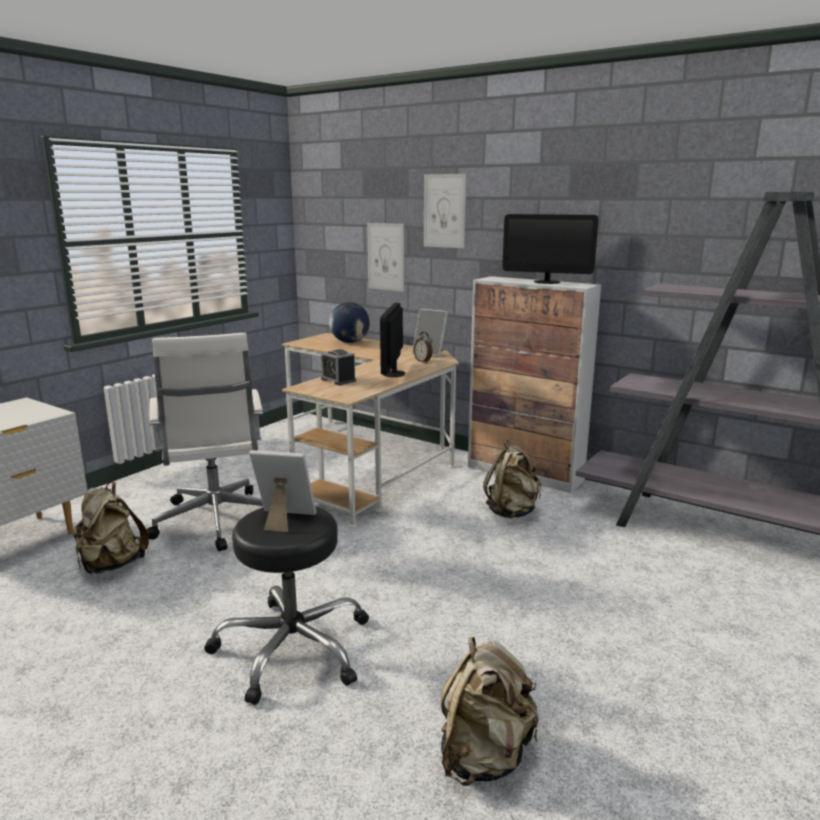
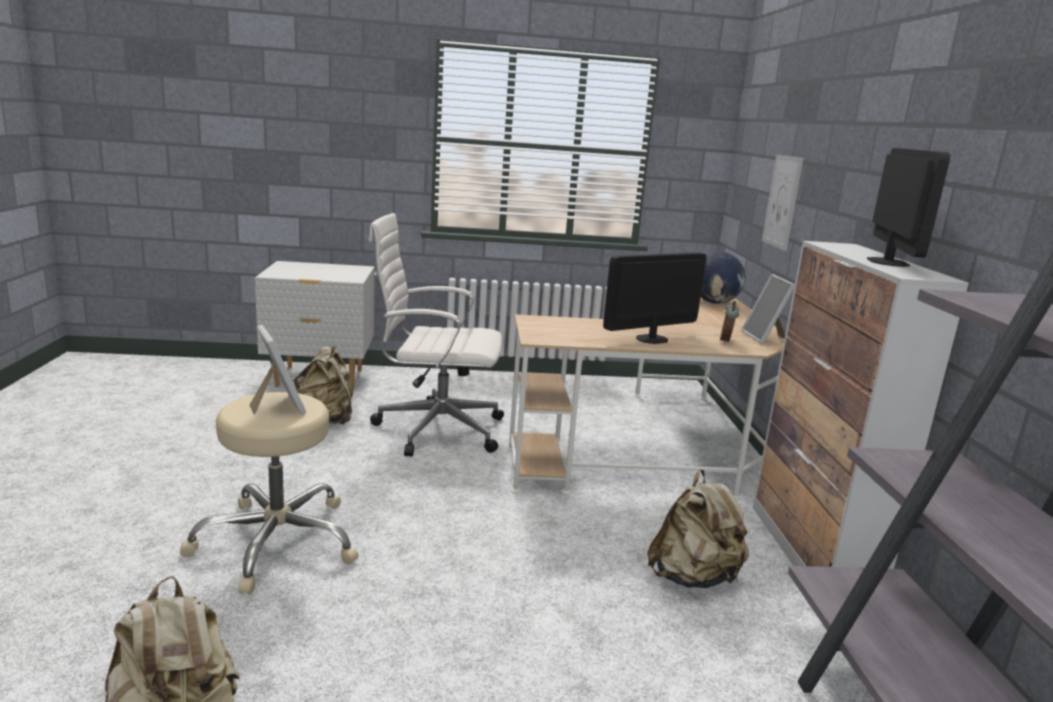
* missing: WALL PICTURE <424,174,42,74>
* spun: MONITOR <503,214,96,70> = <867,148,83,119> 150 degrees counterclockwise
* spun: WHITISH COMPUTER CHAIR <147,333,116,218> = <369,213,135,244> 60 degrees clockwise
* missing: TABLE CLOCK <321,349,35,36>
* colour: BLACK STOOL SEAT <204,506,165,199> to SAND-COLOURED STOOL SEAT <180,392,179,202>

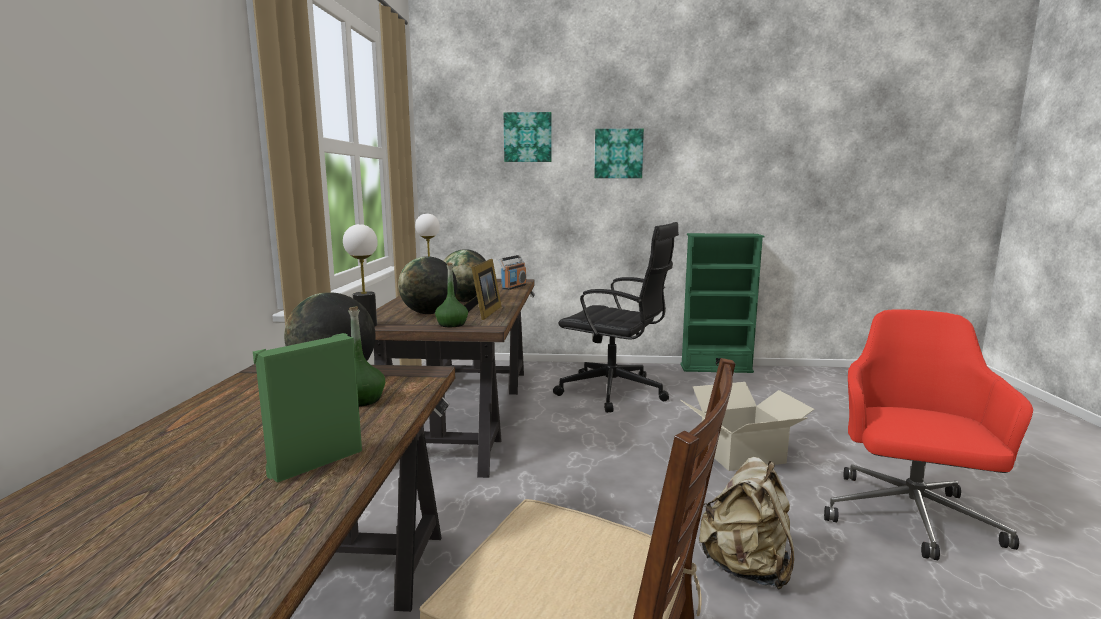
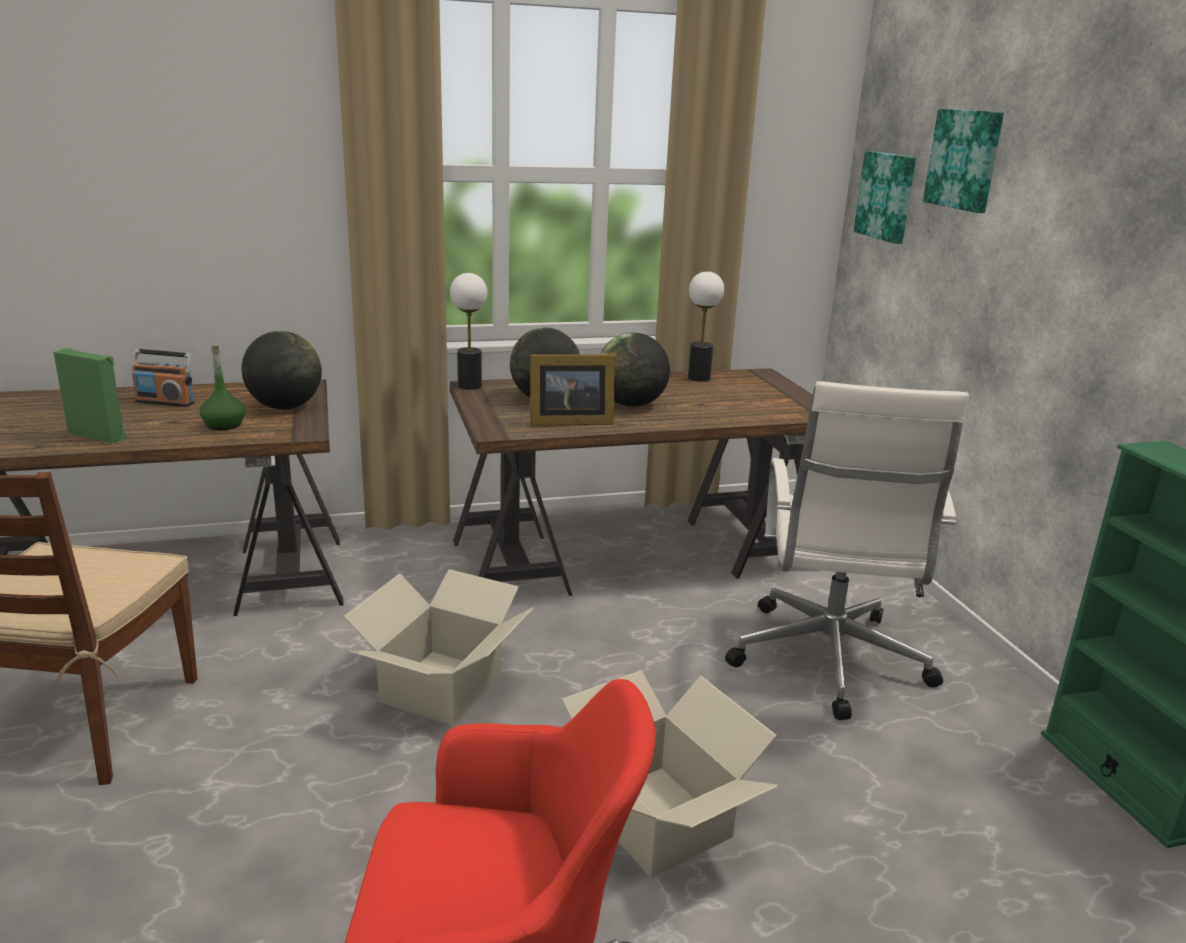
* relocated: WALL PICTURE <594,129,50,49> to <854,151,62,93>
* colour: BLACK COMPUTER CHAIR <553,222,126,191> to WHITISH COMPUTER CHAIR <725,381,244,339>
* relocated: RADIO SET <499,255,28,35> to <131,349,64,58>
* missing: GREENISH BOTTLE <435,262,33,65>
* missing: SAND-COLOURED KNAPSACK <699,457,95,133>
* appeared: CARDBOARD BOX <343,569,190,157>

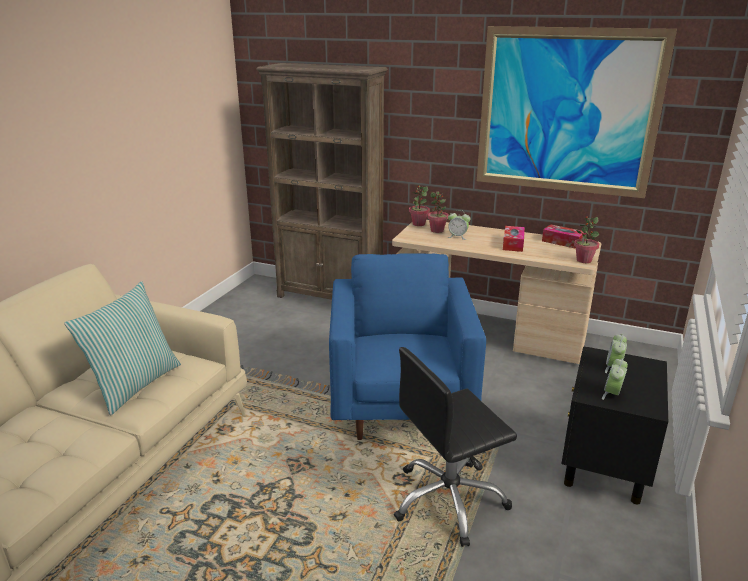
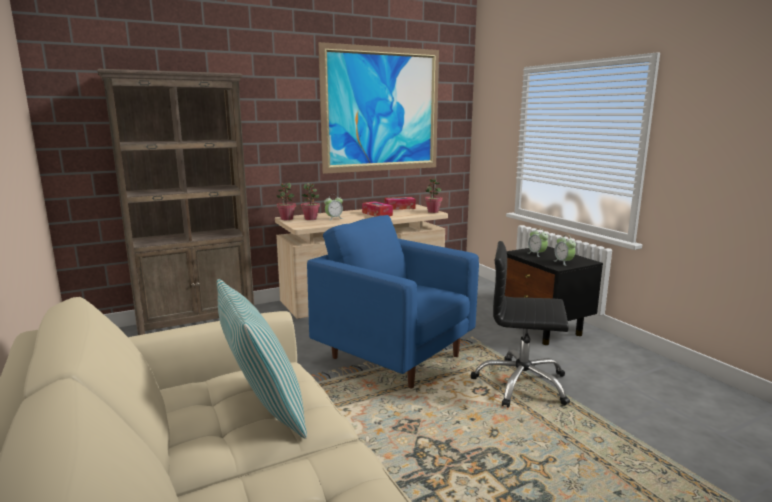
* spun: BLACK COMPUTER CHAIR <394,347,123,200> = <471,241,99,167> 90 degrees clockwise

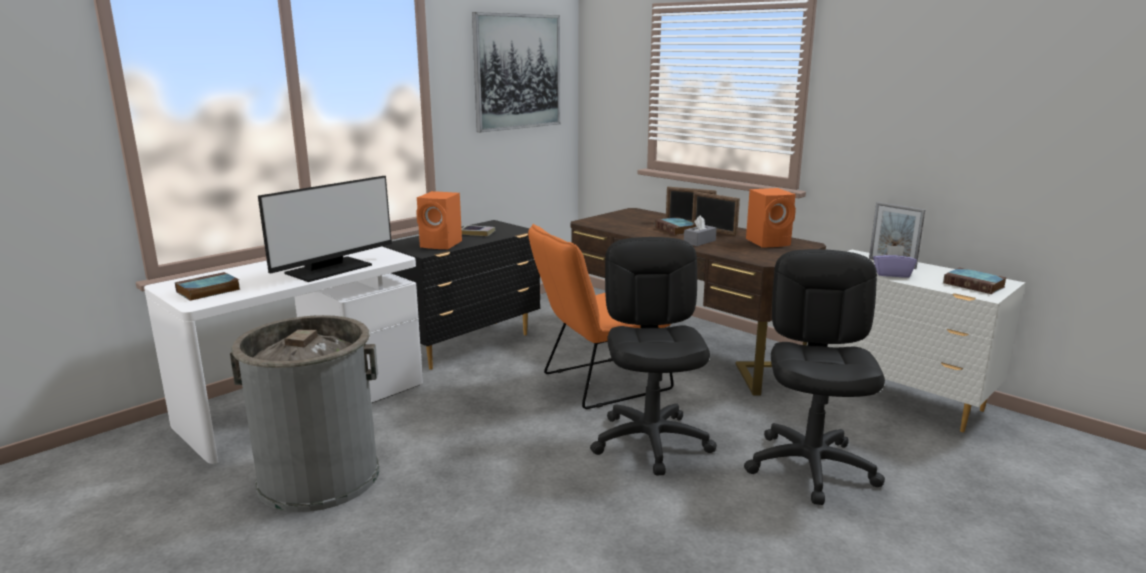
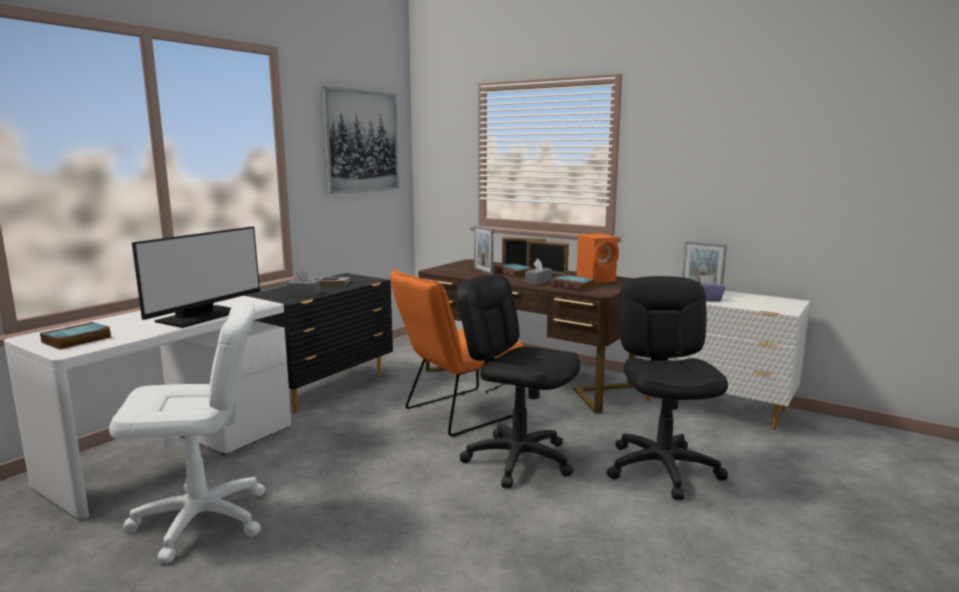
* exchanged: ORANGEY AUDIO SPEAKER <416,191,46,58> to GRAY TISSUE BOX <287,270,33,26>
* spun: BLACK COMPUTER CHAIR <590,237,127,238> = <456,275,124,213> 45 degrees counterclockwise
* relocated: BOUND BOOK <943,267,64,27> to <551,275,44,16>
* exchanged: GRAY RUBBISH BIN <230,315,149,197> to WHITISH COMPUTER CHAIR <109,302,157,261>
* appeared: PHOTO FRAME <474,225,19,50>

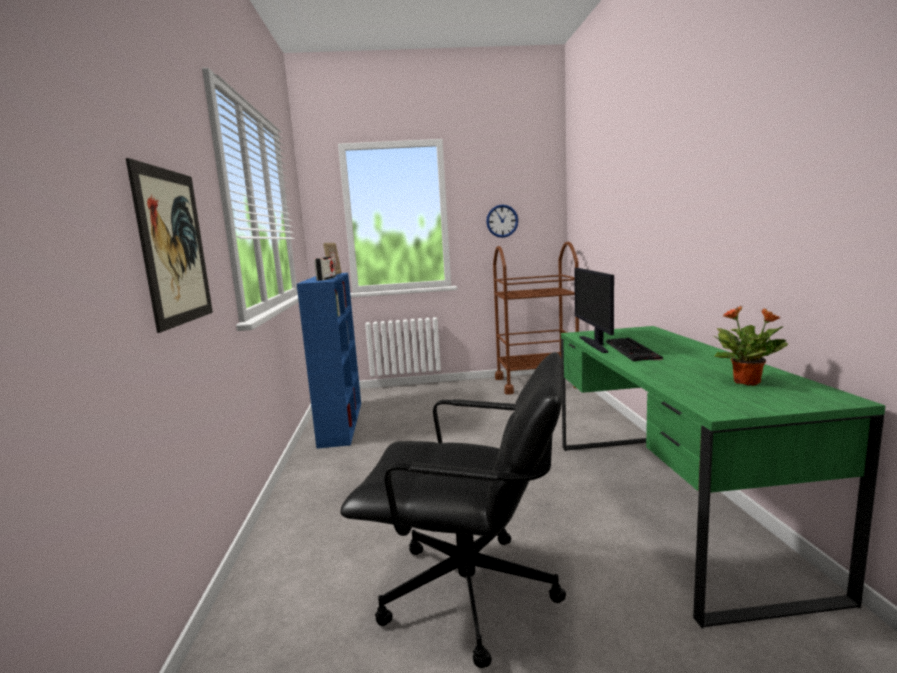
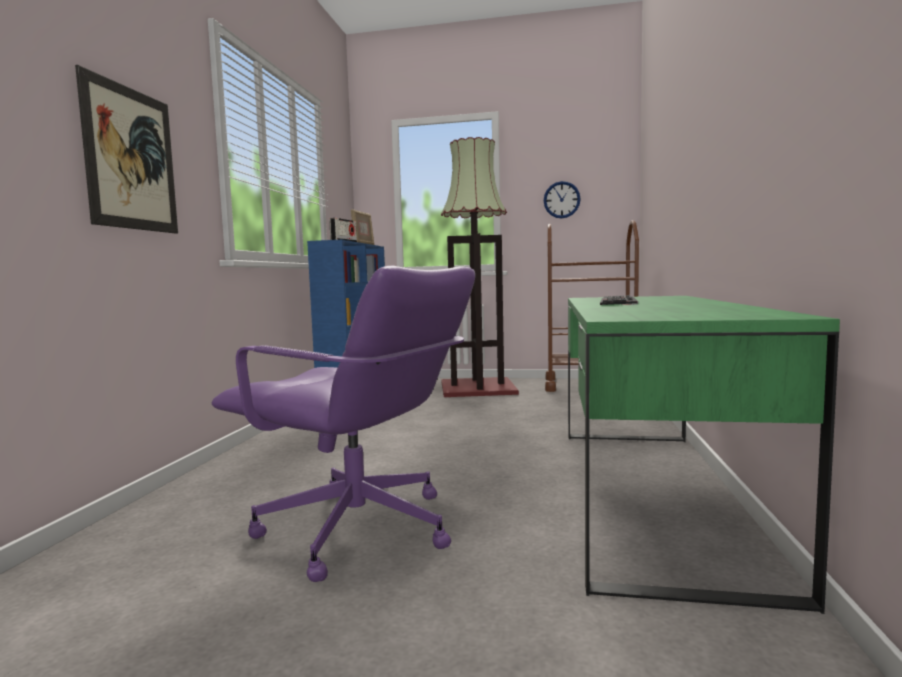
* missing: MONITOR <574,268,40,85>
* missing: POTTED PLANT <714,306,74,80>
* colour: BLACK COMPUTER CHAIR <340,352,226,316> to PURPLE COMPUTER CHAIR <212,266,263,316>
* appeared: STANDARD LAMP <441,137,78,260>

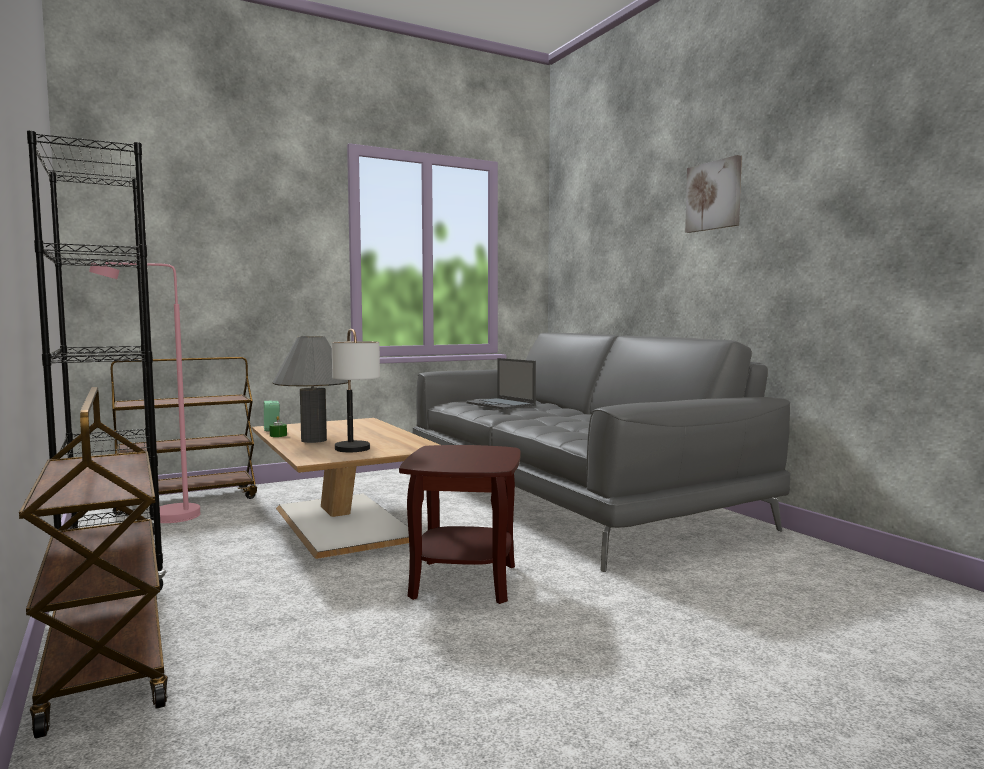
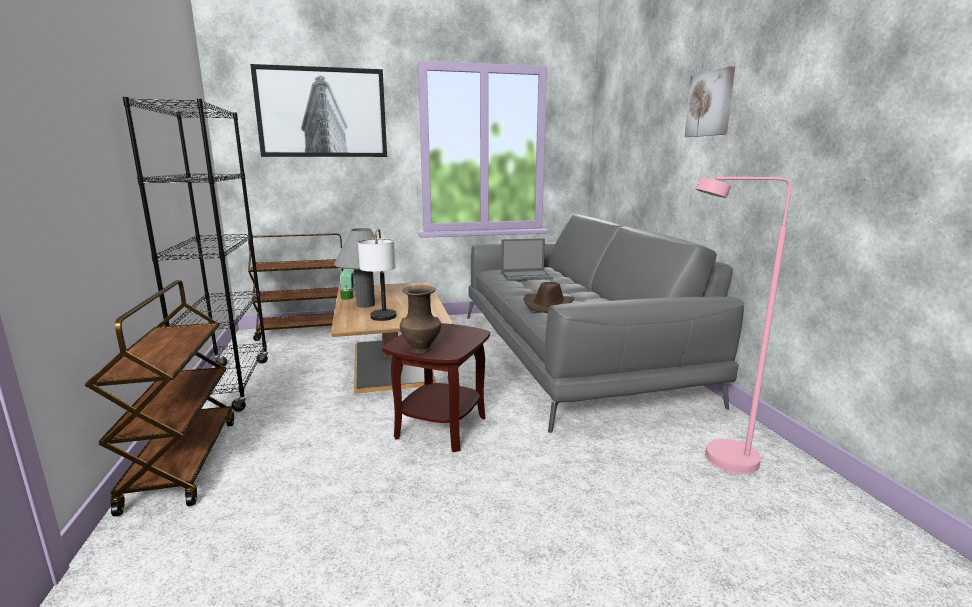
* relocated: PINK-COLOURED STANDARD LAMP <89,262,111,261> to <695,177,96,297>
* spun: PORTABLE COMPUTER <466,358,70,51> = <501,238,52,43> 75 degrees counterclockwise
* appeared: WALL PICTURE <250,64,137,93>
* appeared: BROWN HAT <524,282,50,31>
* appeared: BROWN VASE <400,285,41,68>

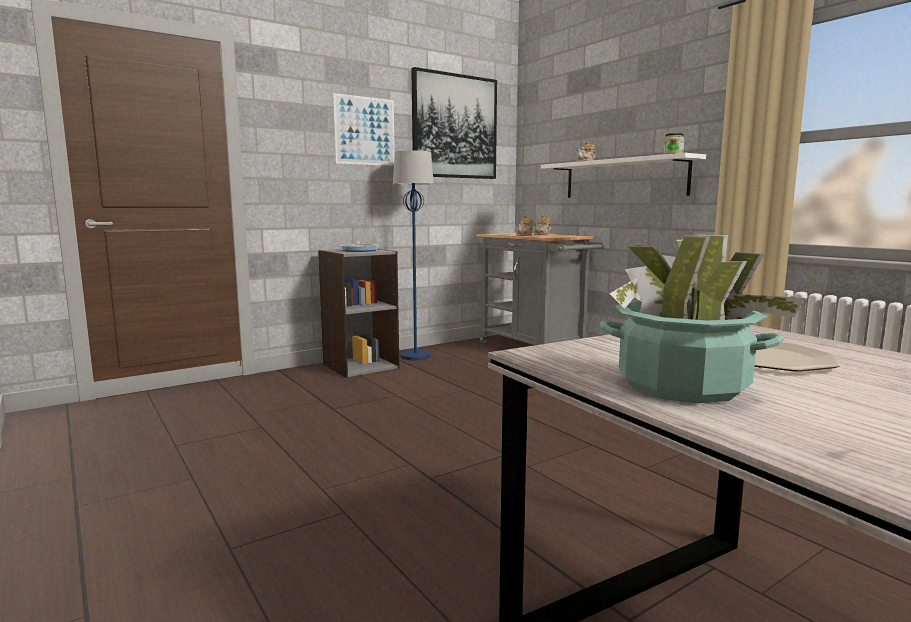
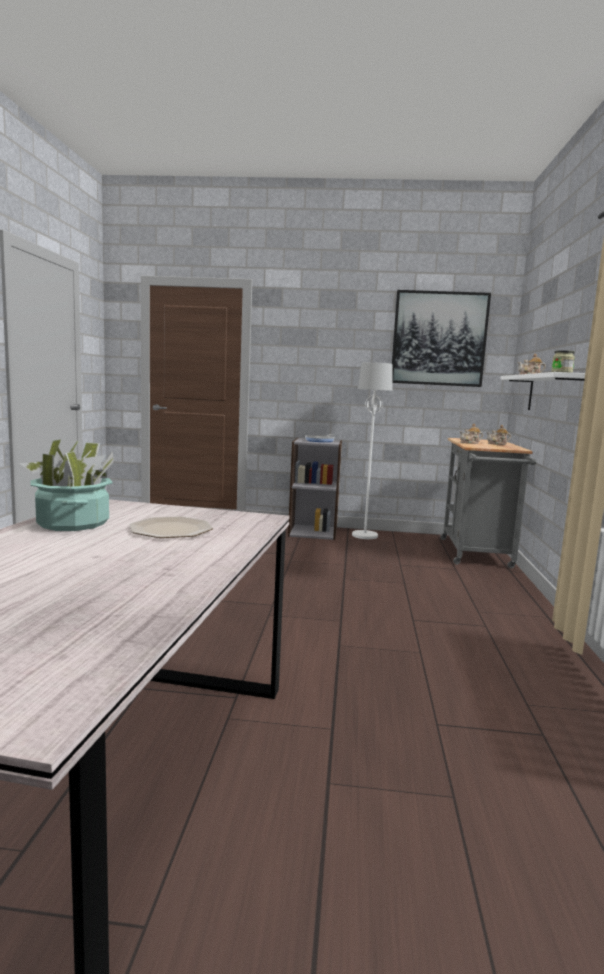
* missing: WALL PICTURE <333,93,62,73>
* colour: BLUE-COLOURED STANDARD LAMP <393,150,41,210> to WHITISH STANDARD LAMP <352,362,41,177>

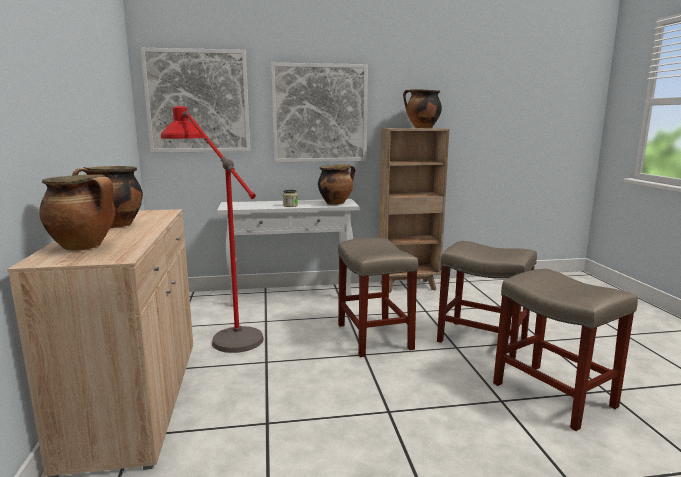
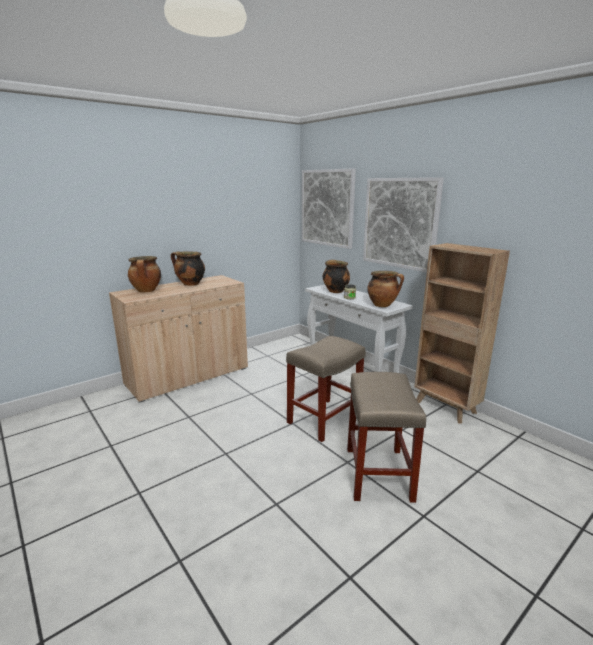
* relocated: STOCKPOT <403,89,39,39> to <323,260,27,33>
* missing: REDDISH STANDARD LAMP <161,106,103,247>
* missing: SAND-COLOURED STOOL SEAT <493,269,145,162>

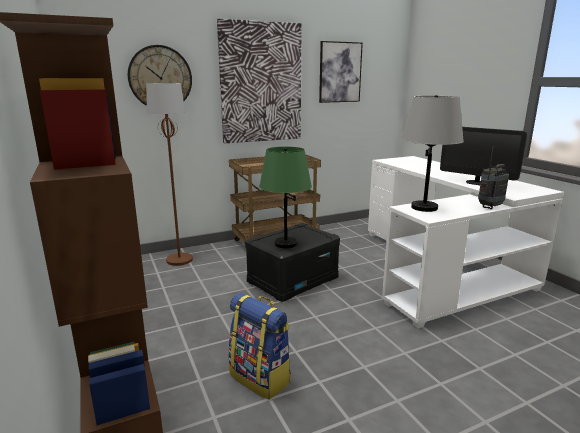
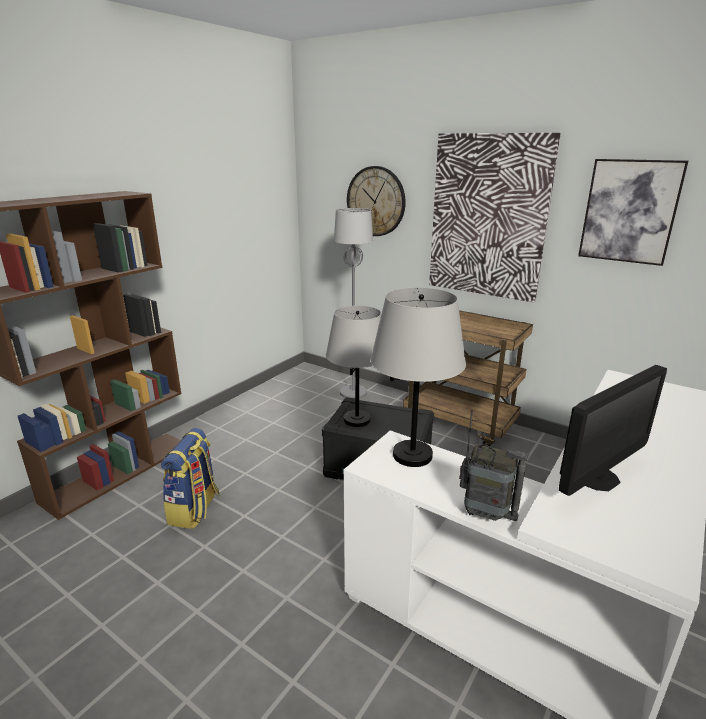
* colour: BROWN STANDARD LAMP <146,83,47,183> to GRAY STANDARD LAMP <334,208,39,191>
* spun: MONITOR <440,127,87,58> = <559,365,108,131> 135 degrees counterclockwise
* colour: GREENISH TABLETOP LAMP <259,146,53,102> to GRAY TABLETOP LAMP <326,306,55,121>

